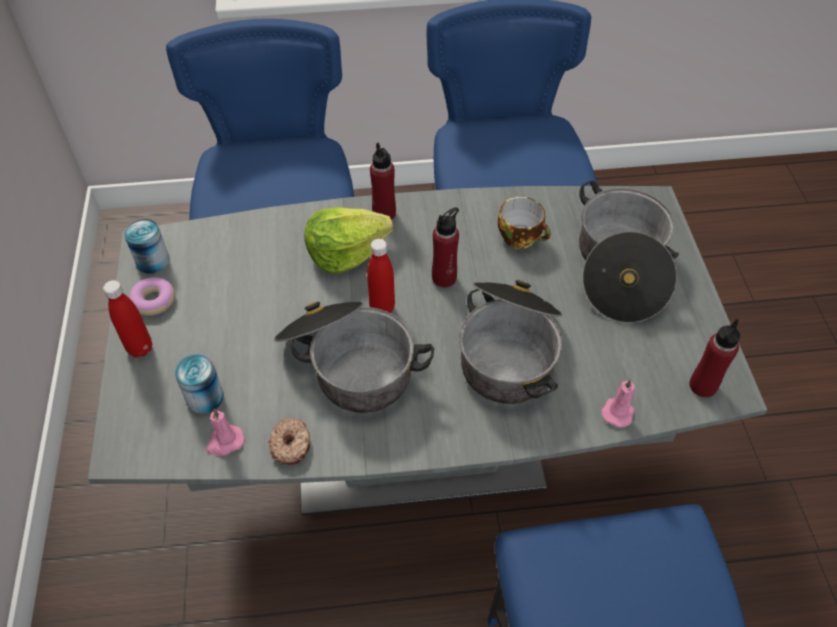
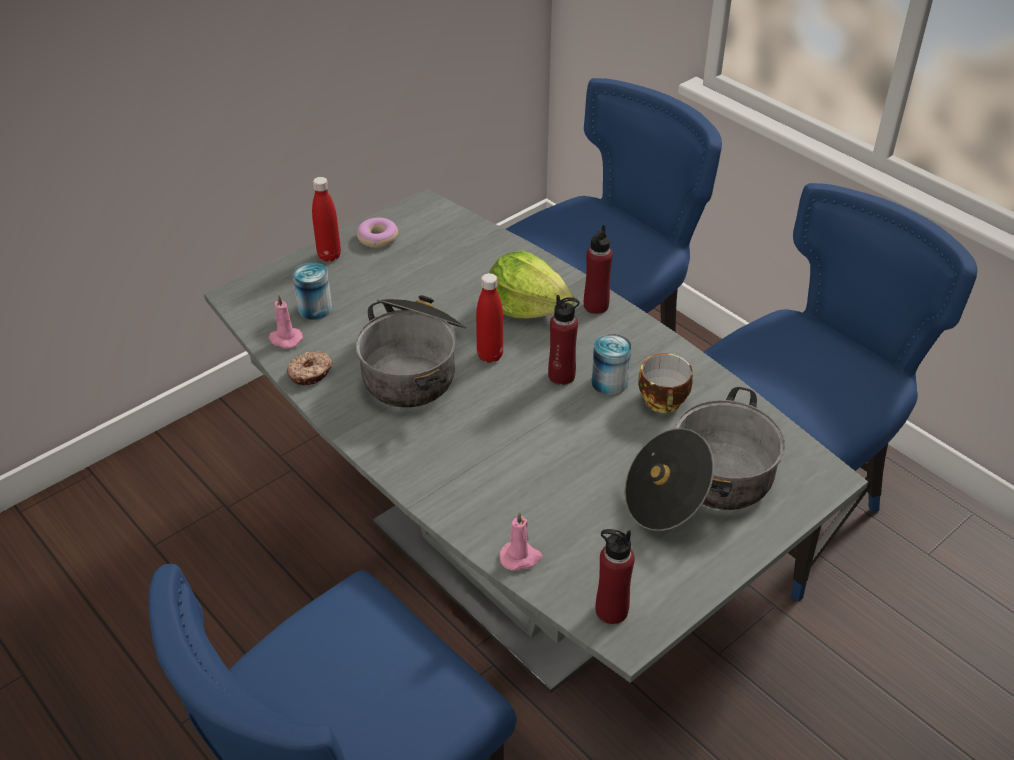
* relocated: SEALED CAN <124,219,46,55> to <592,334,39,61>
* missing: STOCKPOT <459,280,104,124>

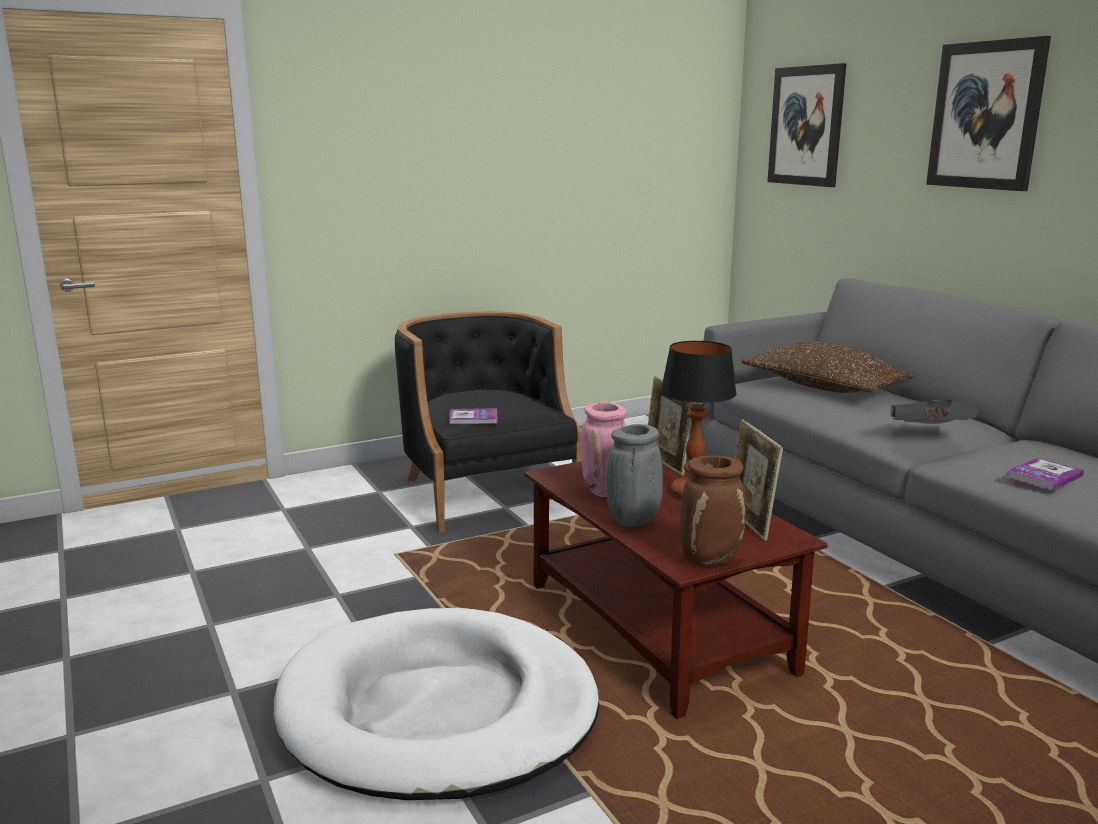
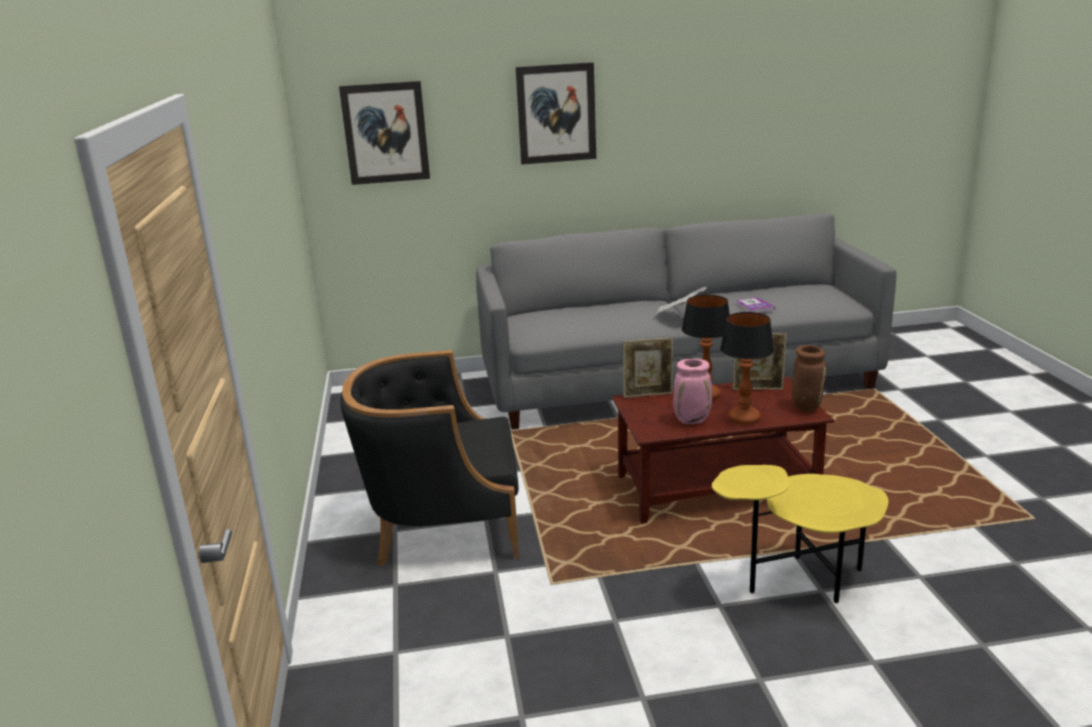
* missing: BROWN PILLOW <741,341,173,52>
* missing: BOUND BOOK <449,408,49,16>
* exchanged: GRAY VASE <606,424,57,102> to TABLETOP LAMP <720,312,54,112>
* exchanged: WHITISH DOG CUSHION <274,608,325,192> to YELLOW-COLOURED ACCENT TABLE <712,465,177,138>

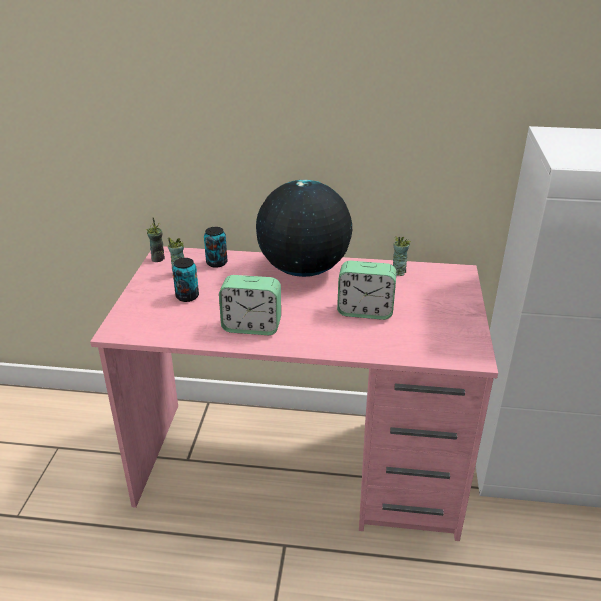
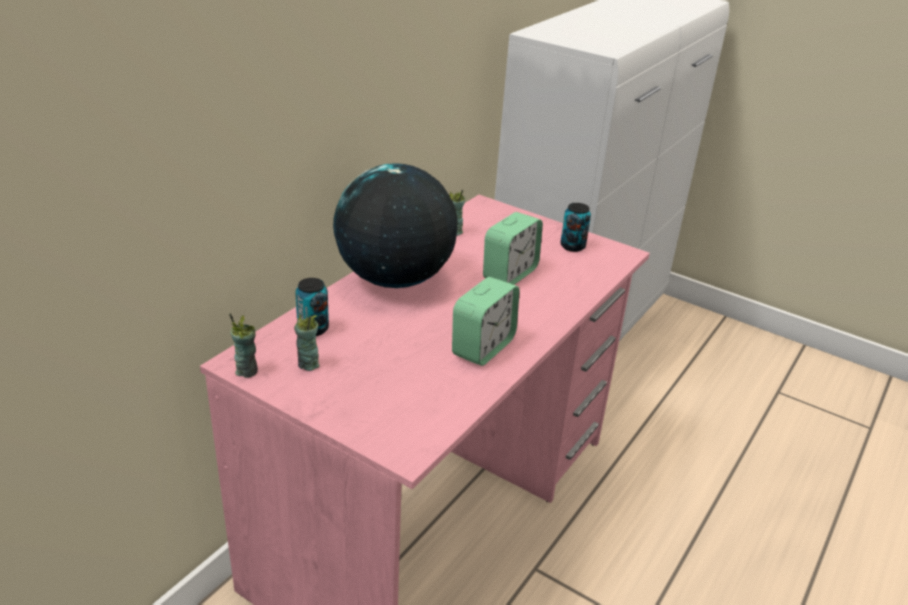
* relocated: SEALED CAN <172,258,27,44> to <560,203,31,49>

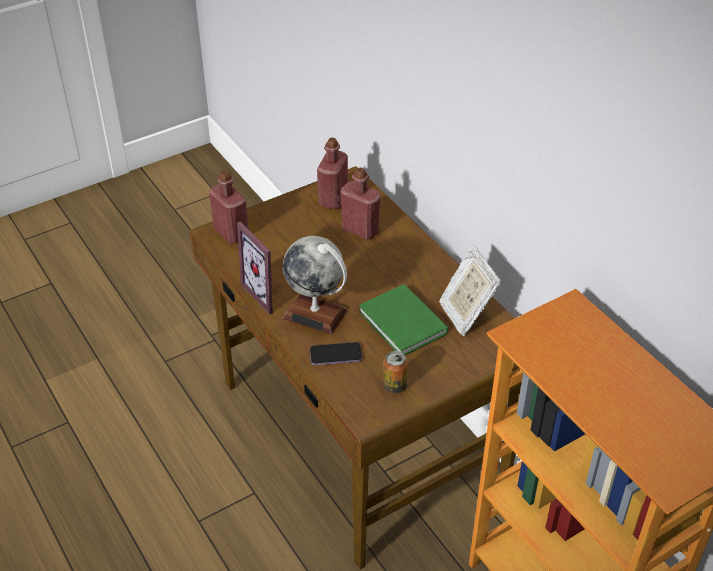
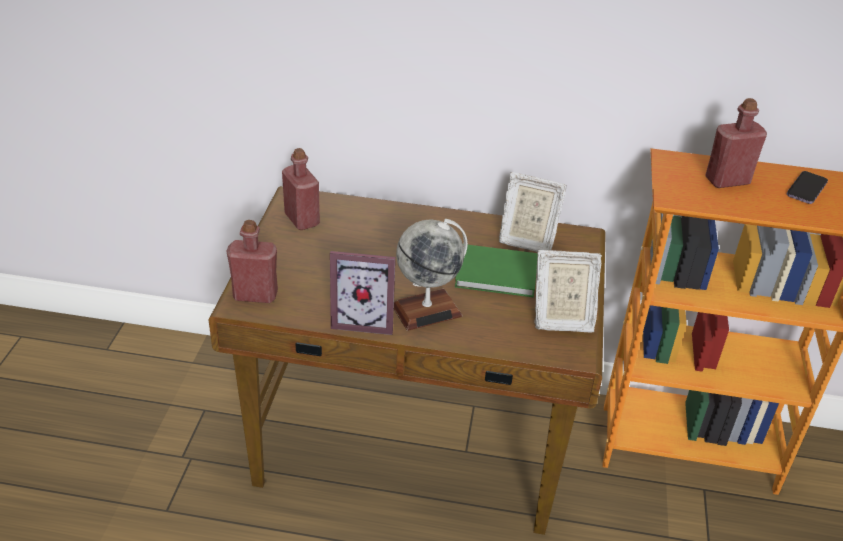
* relocated: REDDISH BOTTLE <341,168,40,72> to <705,98,62,90>
* relocated: HANDSET <310,342,52,23> to <787,171,41,33>
* exchanged: SEALED CAN <383,351,25,42> to PHOTO FRAME <534,250,68,83>

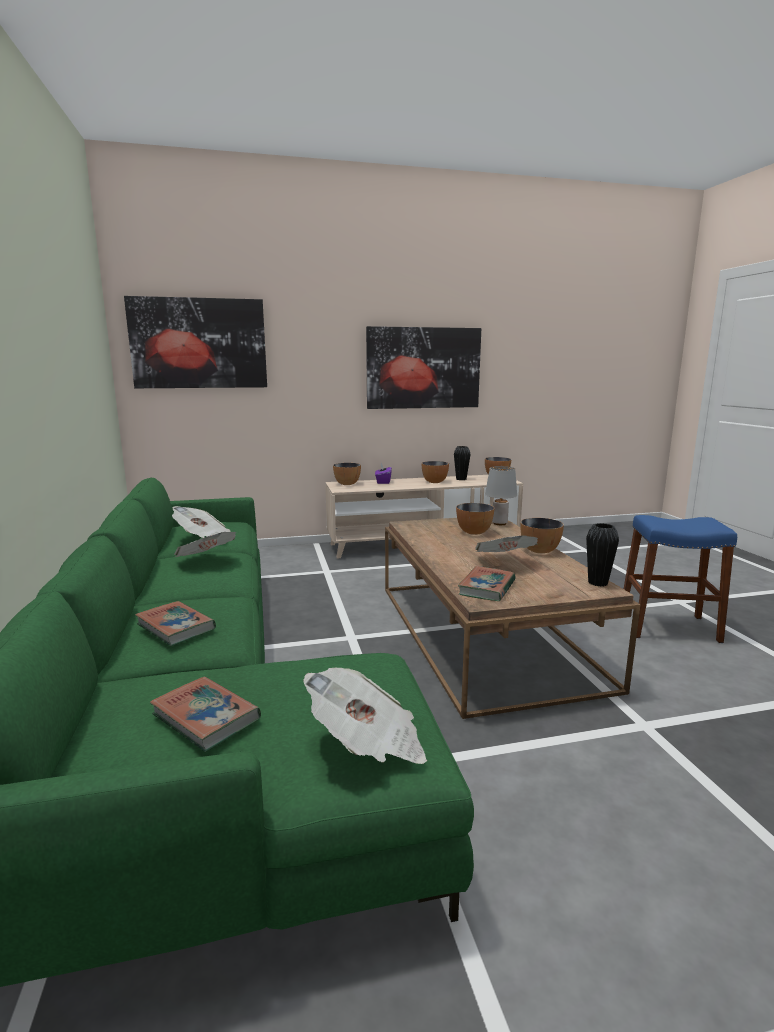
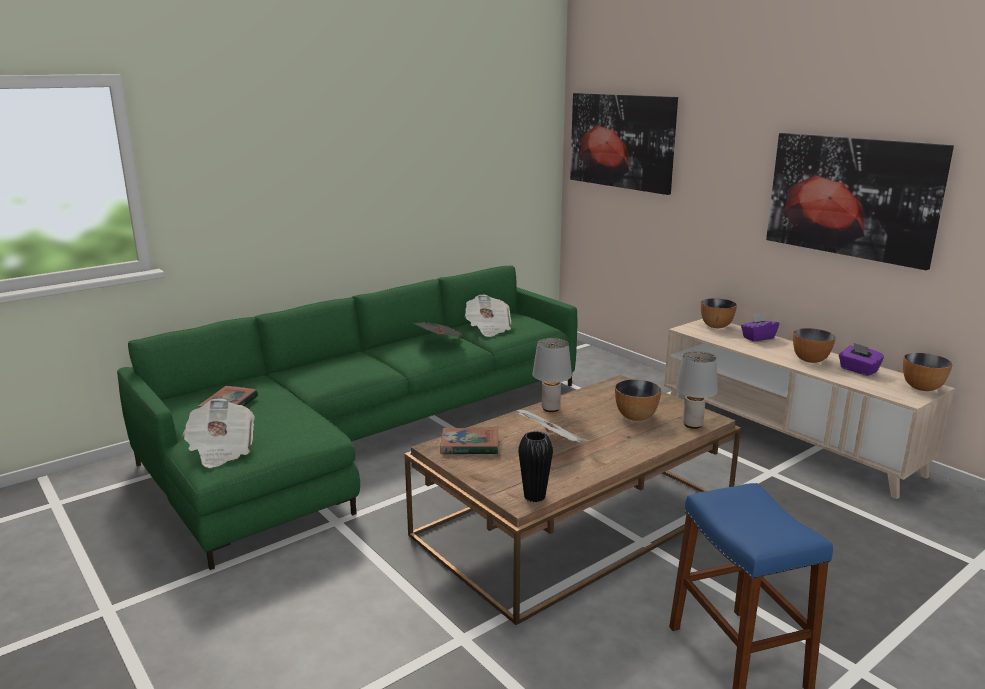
* exchanged: BLACK VASE <454,446,17,34> to PURPLE TISSUE BOX <839,343,45,33>
* missing: BOWL <520,518,44,36>
* missing: BOUND BOOK <135,601,81,45>
* appeared: GRAY TABLETOP LAMP <532,338,40,74>

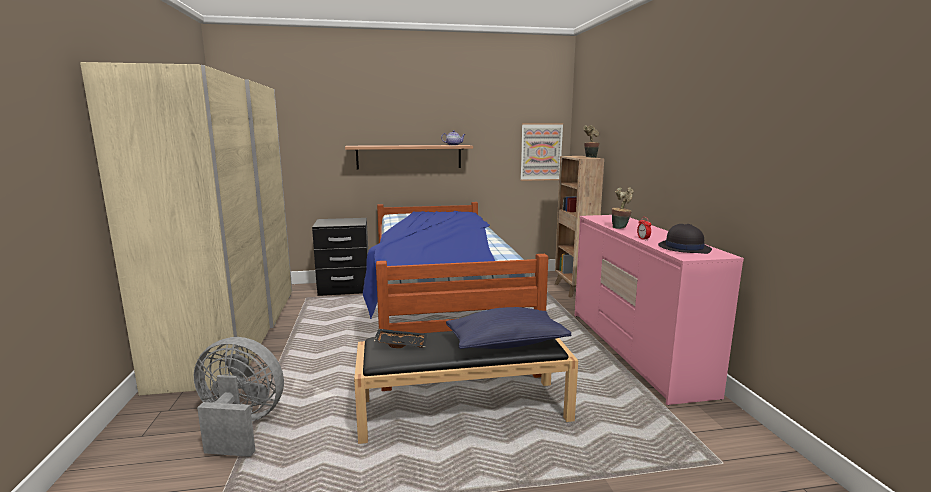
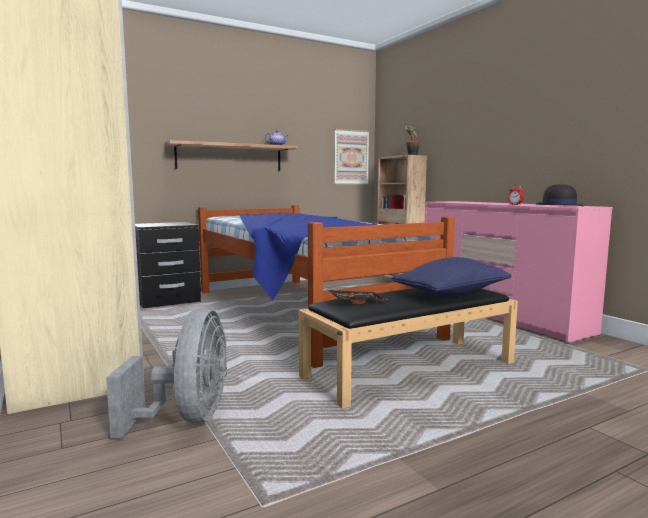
* missing: POTTED PLANT <612,187,22,42>
* spun: GRAY ELECTRIC FAN <194,337,90,120> = <106,309,121,129> 105 degrees clockwise

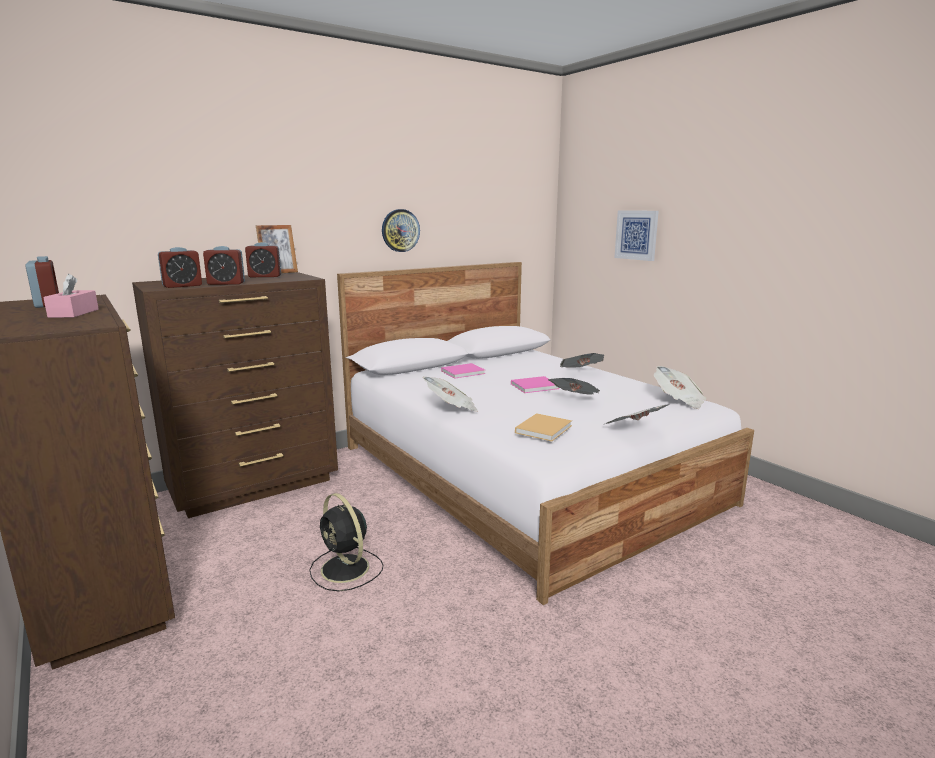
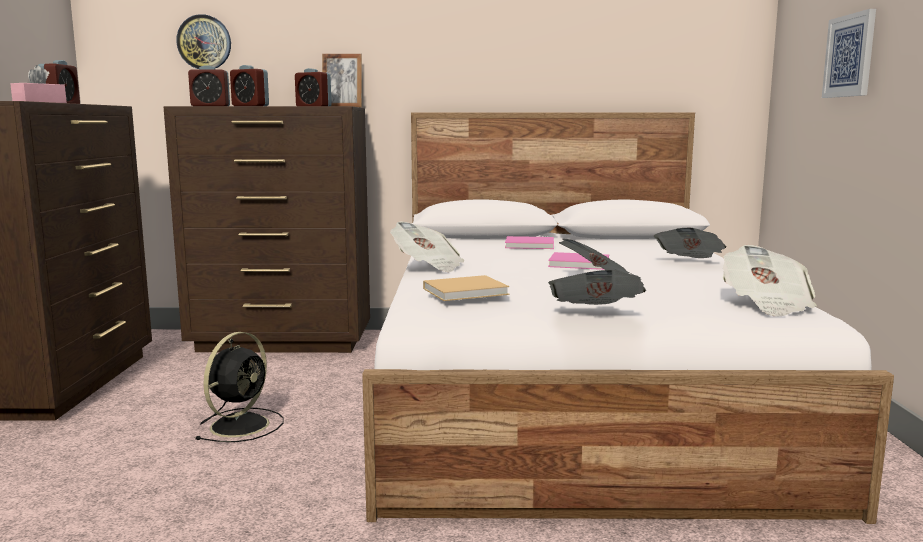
* relocated: CLOCK ON THE WALL <382,209,38,43> to <176,14,55,55>
* spun: BLACK ELECTRIC FAN <309,493,74,98> = <196,332,88,110> 150 degrees counterclockwise

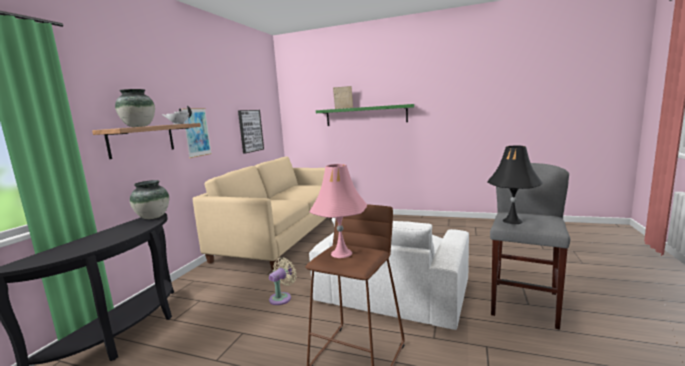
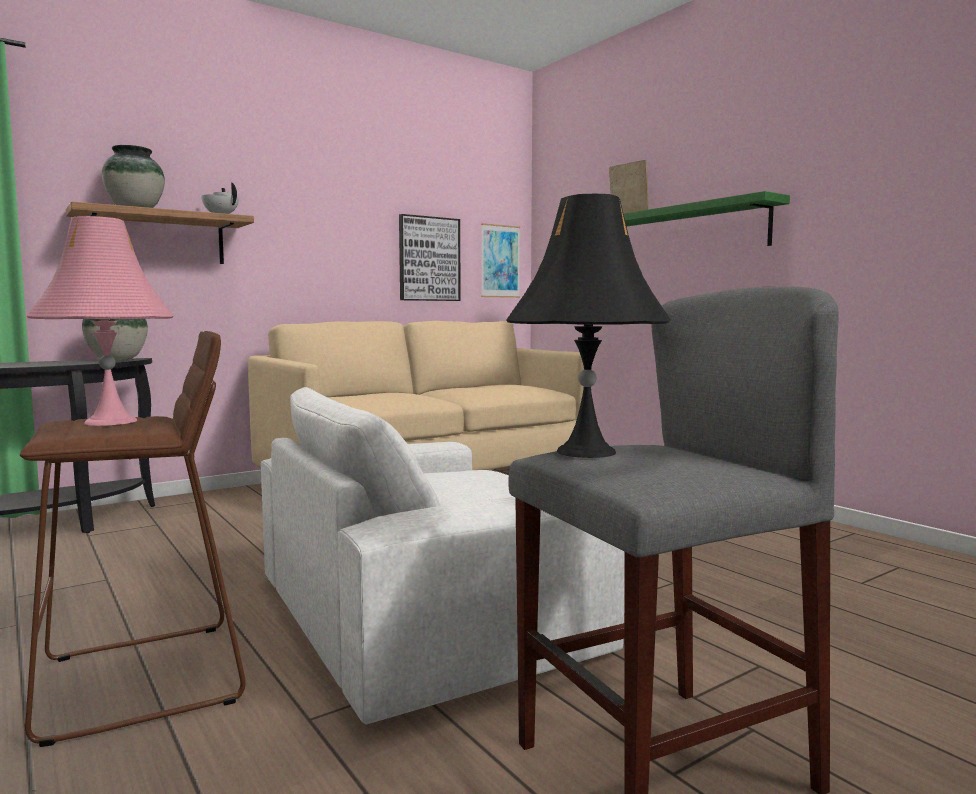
* relocated: WALL PICTURE <182,108,30,50> to <481,223,39,75>
* missing: SAND-COLOURED ELECTRIC FAN <269,257,28,48>

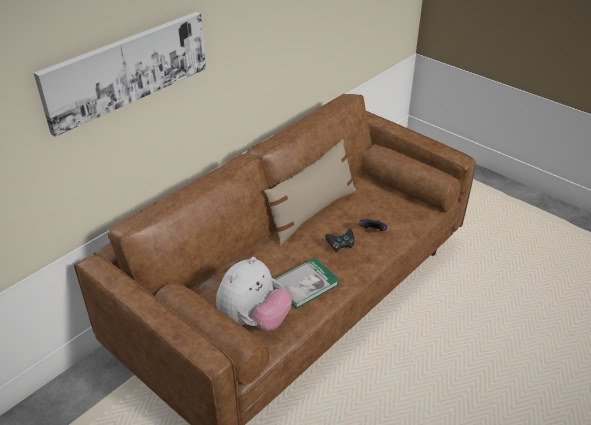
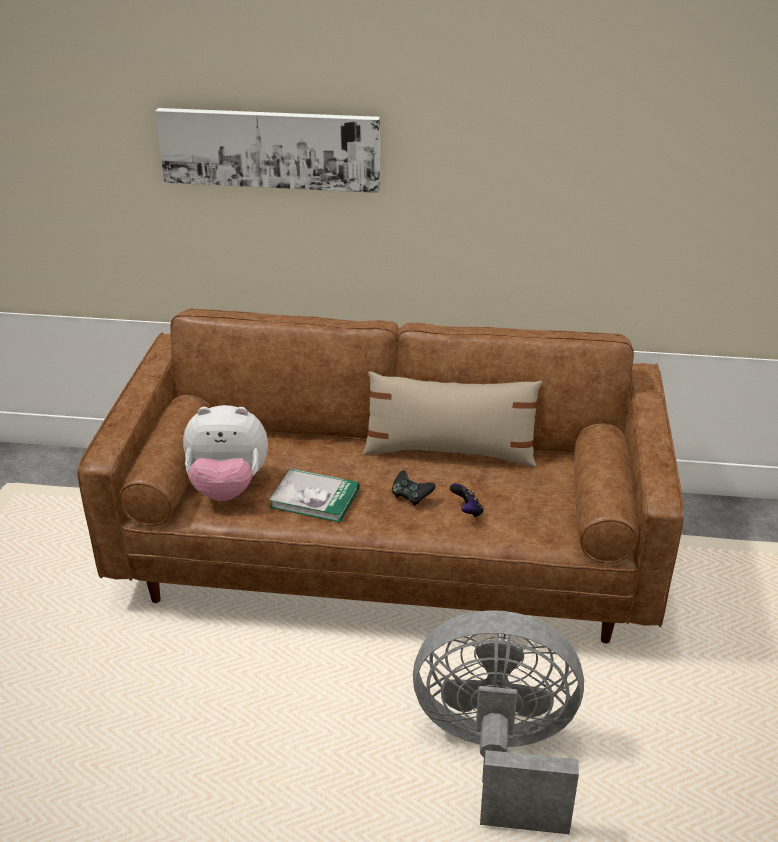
* appeared: GRAY ELECTRIC FAN <413,610,171,224>

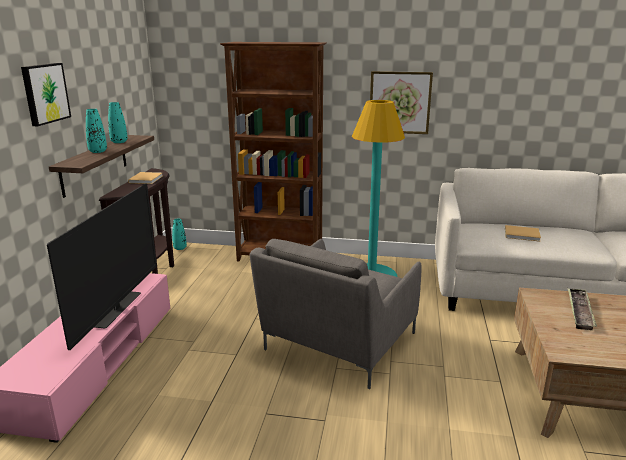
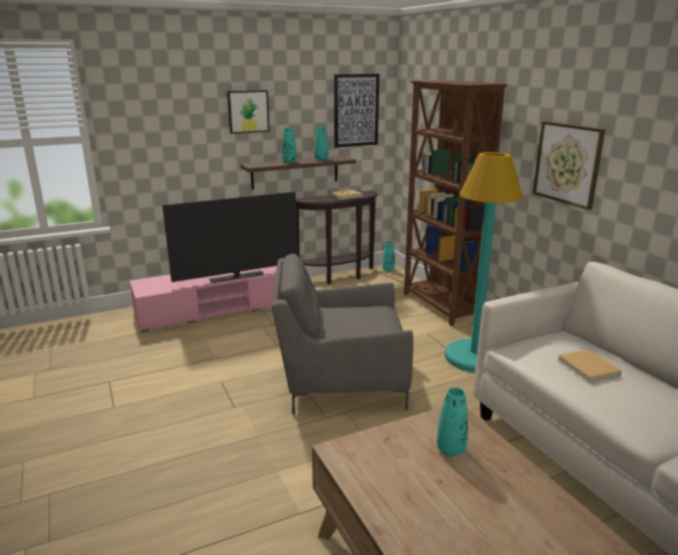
* exchanged: TRAY <567,288,30,42> to TURQUOISE-COLOURED VASE <437,388,31,68>
* appeared: WALL PICTURE <334,74,45,73>

